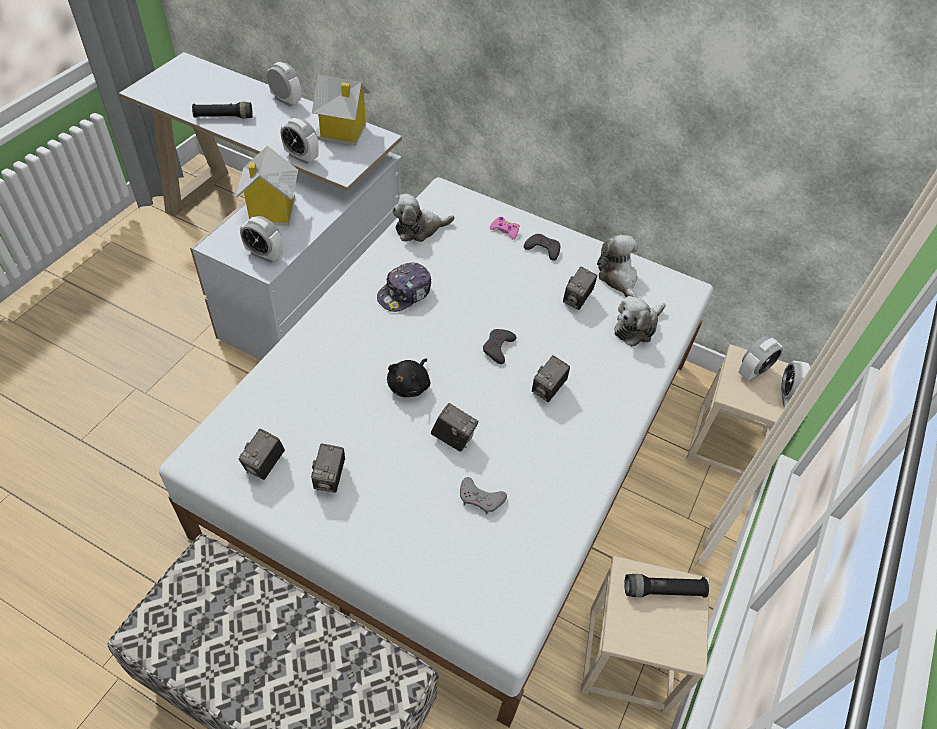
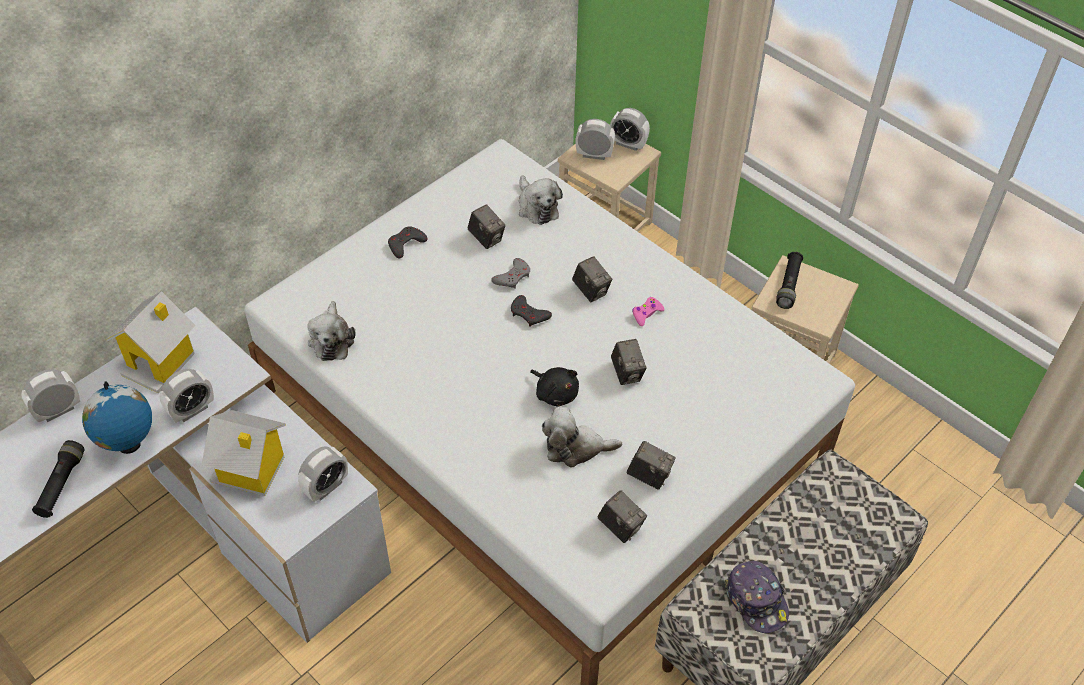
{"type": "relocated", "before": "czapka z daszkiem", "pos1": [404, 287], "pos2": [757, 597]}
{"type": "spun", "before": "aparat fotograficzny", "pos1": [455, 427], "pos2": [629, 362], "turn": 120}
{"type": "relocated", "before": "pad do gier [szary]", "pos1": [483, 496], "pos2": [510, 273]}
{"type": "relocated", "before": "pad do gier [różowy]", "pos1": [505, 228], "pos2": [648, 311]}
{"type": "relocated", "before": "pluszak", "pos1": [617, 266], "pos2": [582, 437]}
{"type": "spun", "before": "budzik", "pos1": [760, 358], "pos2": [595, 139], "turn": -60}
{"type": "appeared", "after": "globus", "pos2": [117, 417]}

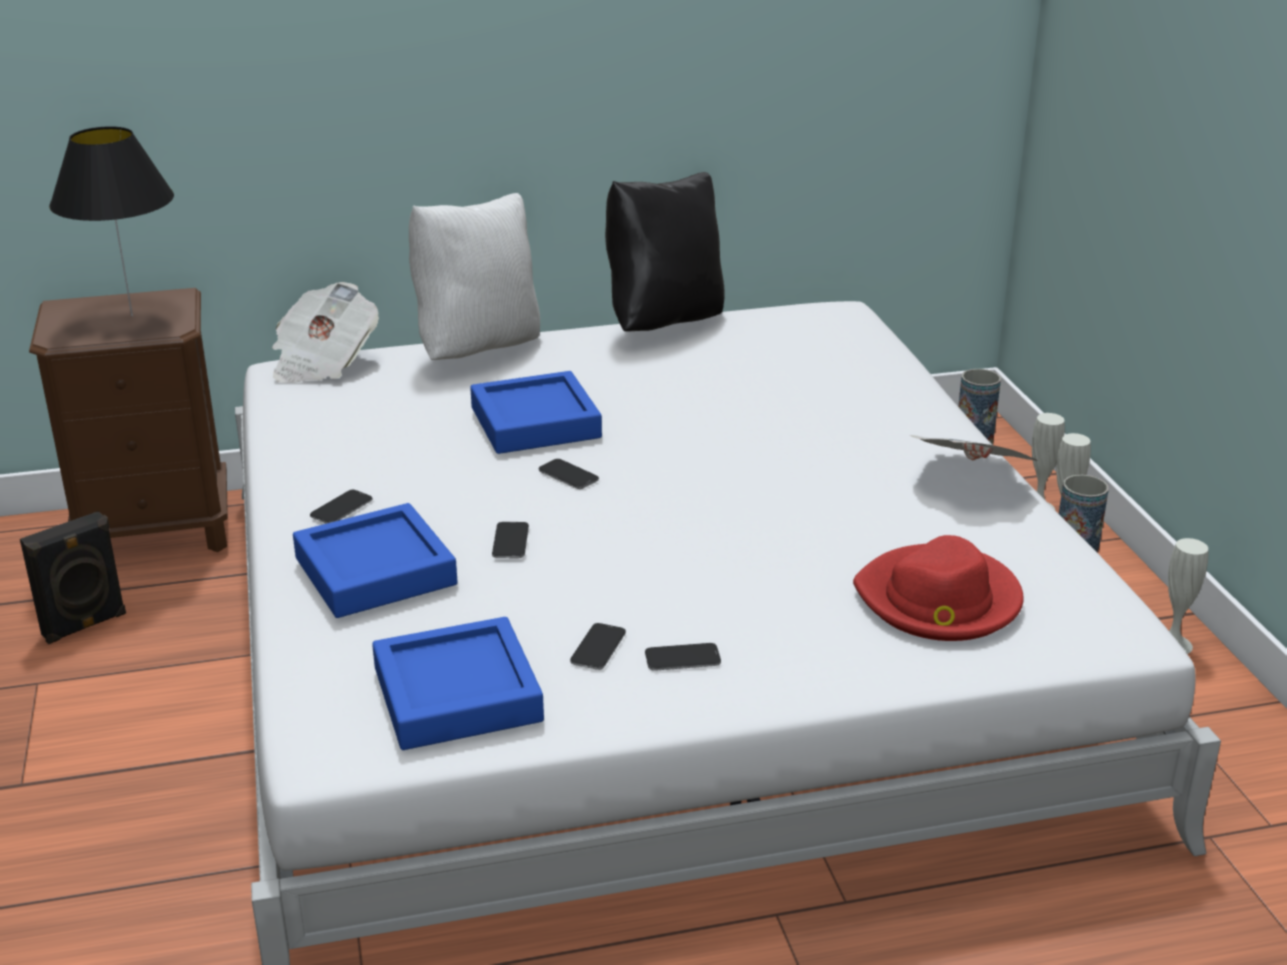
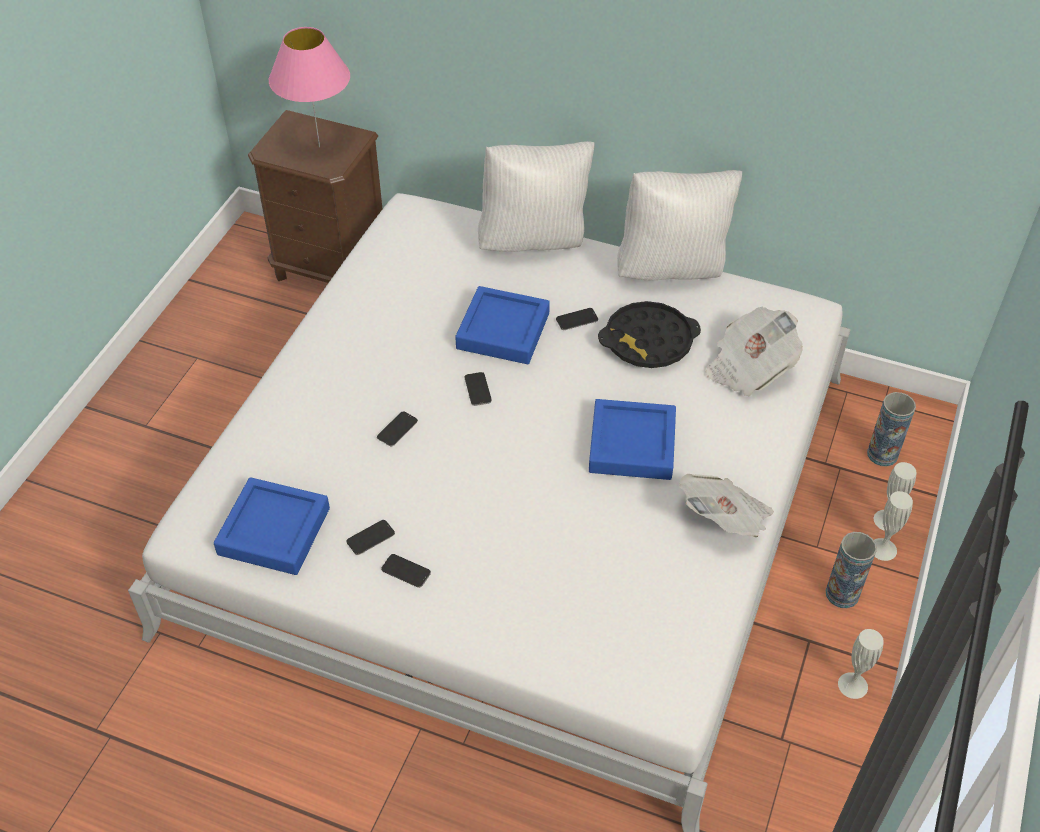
{"type": "missing", "before": "głośnik [czarny]", "pos1": [73, 577]}
{"type": "colour", "before": "lampa stołowa [czarny]", "after": "lampa stołowa [różowy]", "pos1": [111, 221], "pos2": [309, 87]}
{"type": "relocated", "before": "gazeta", "pos1": [325, 332], "pos2": [754, 351]}
{"type": "relocated", "before": "taca [niebieski]", "pos1": [375, 560], "pos2": [632, 439]}
{"type": "relocated", "before": "telefon", "pos1": [341, 507], "pos2": [577, 319]}
{"type": "colour", "before": "poduszka [czarny]", "after": "poduszka [biały]", "pos1": [665, 252], "pos2": [679, 225]}
{"type": "missing", "before": "kapelusz [czerwony]", "pos1": [938, 588]}
{"type": "appeared", "after": "taca [czarny]", "pos2": [649, 334]}

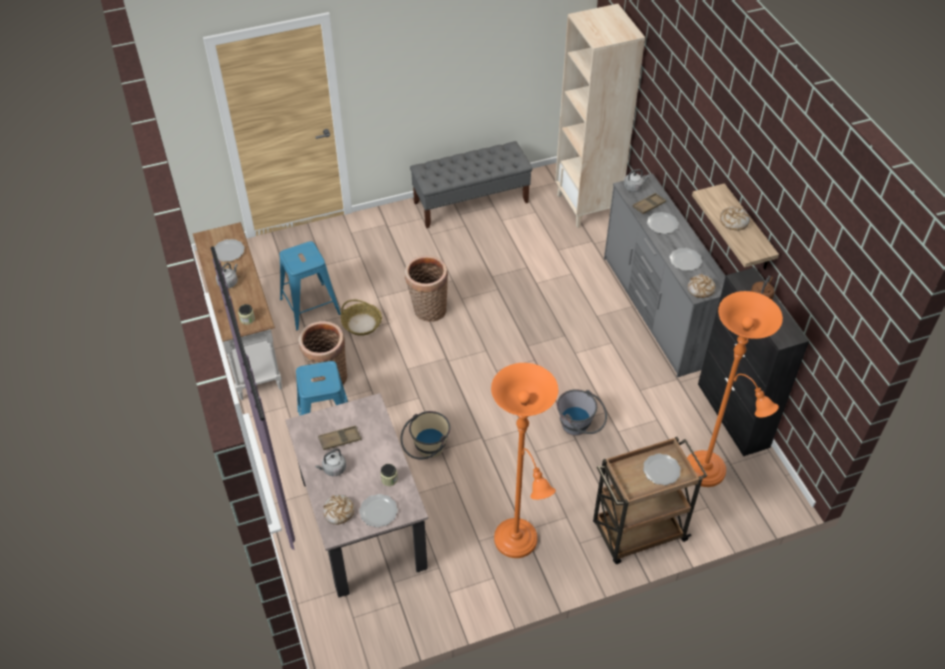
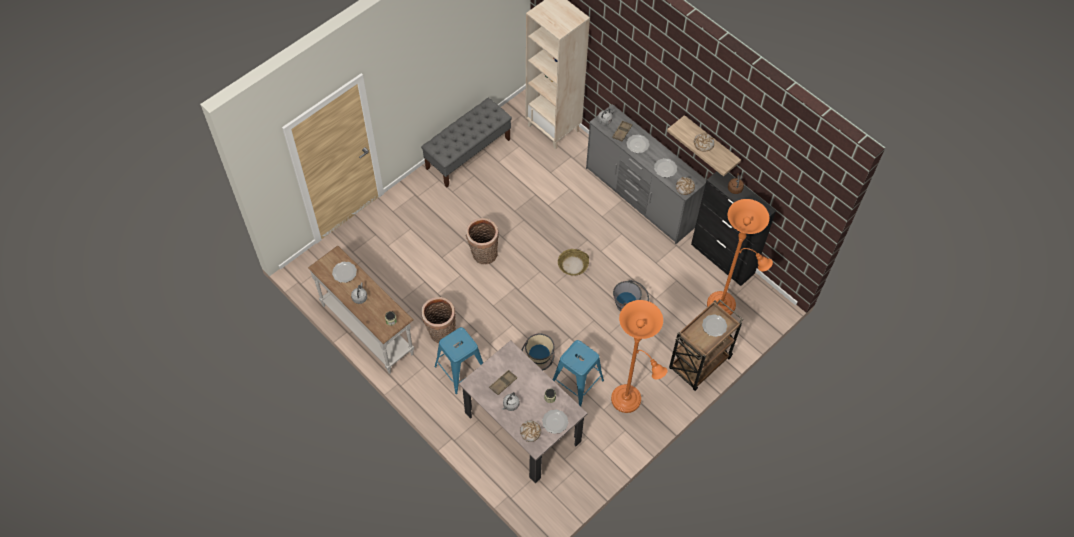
{"type": "relocated", "before": "stołek [niebieski]", "pos1": [310, 285], "pos2": [578, 373]}
{"type": "relocated", "before": "koszyk", "pos1": [361, 318], "pos2": [573, 262]}

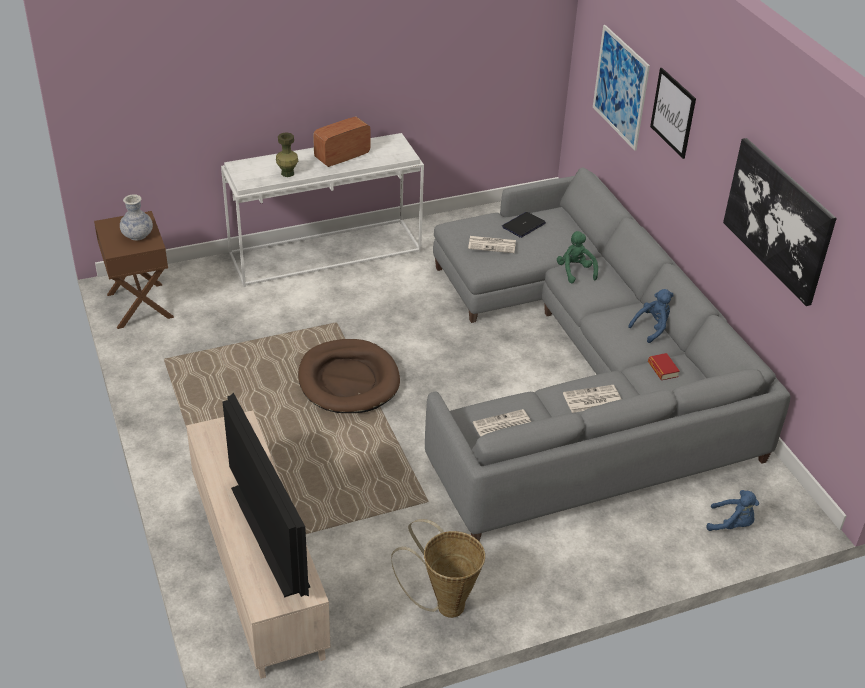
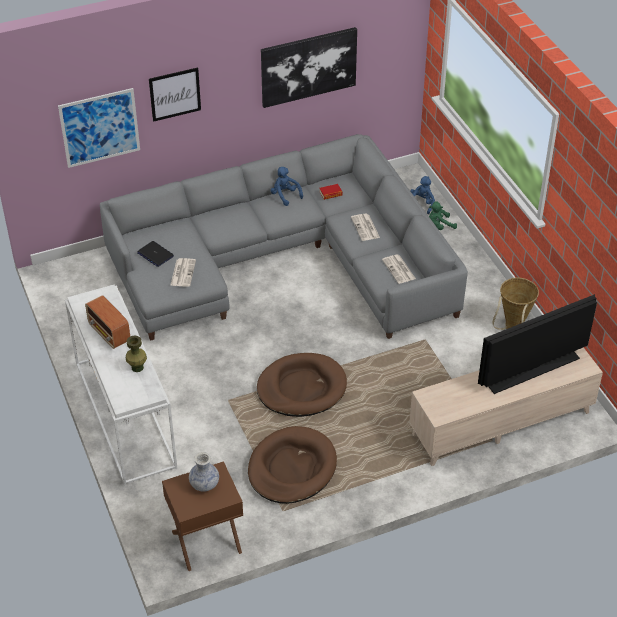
{"type": "relocated", "before": "pluszak [zielony]", "pos1": [577, 257], "pos2": [443, 216]}
{"type": "appeared", "after": "legowisko [brązowy]", "pos2": [292, 465]}

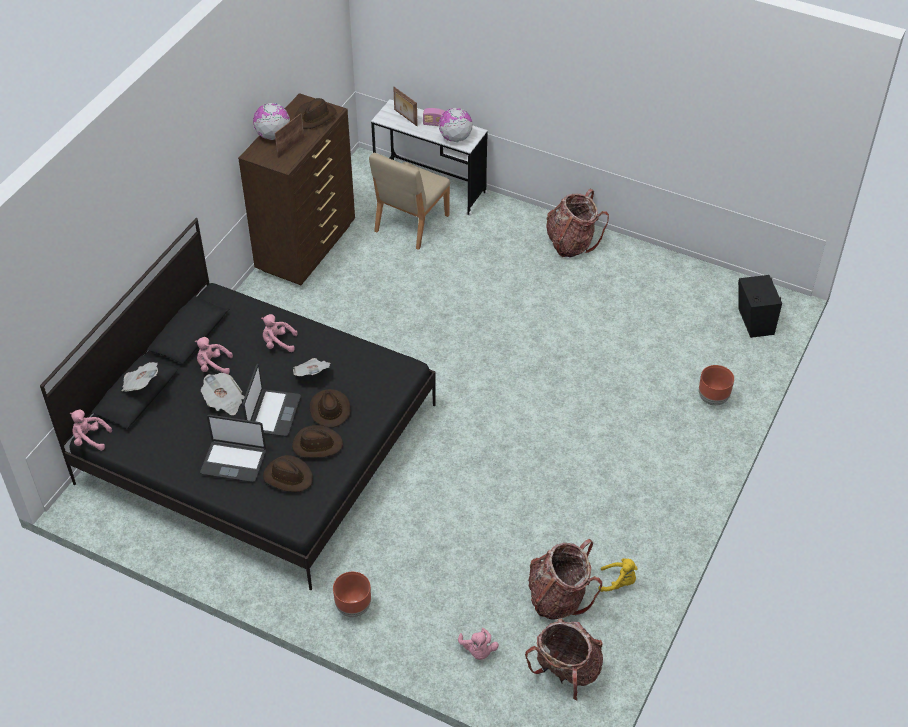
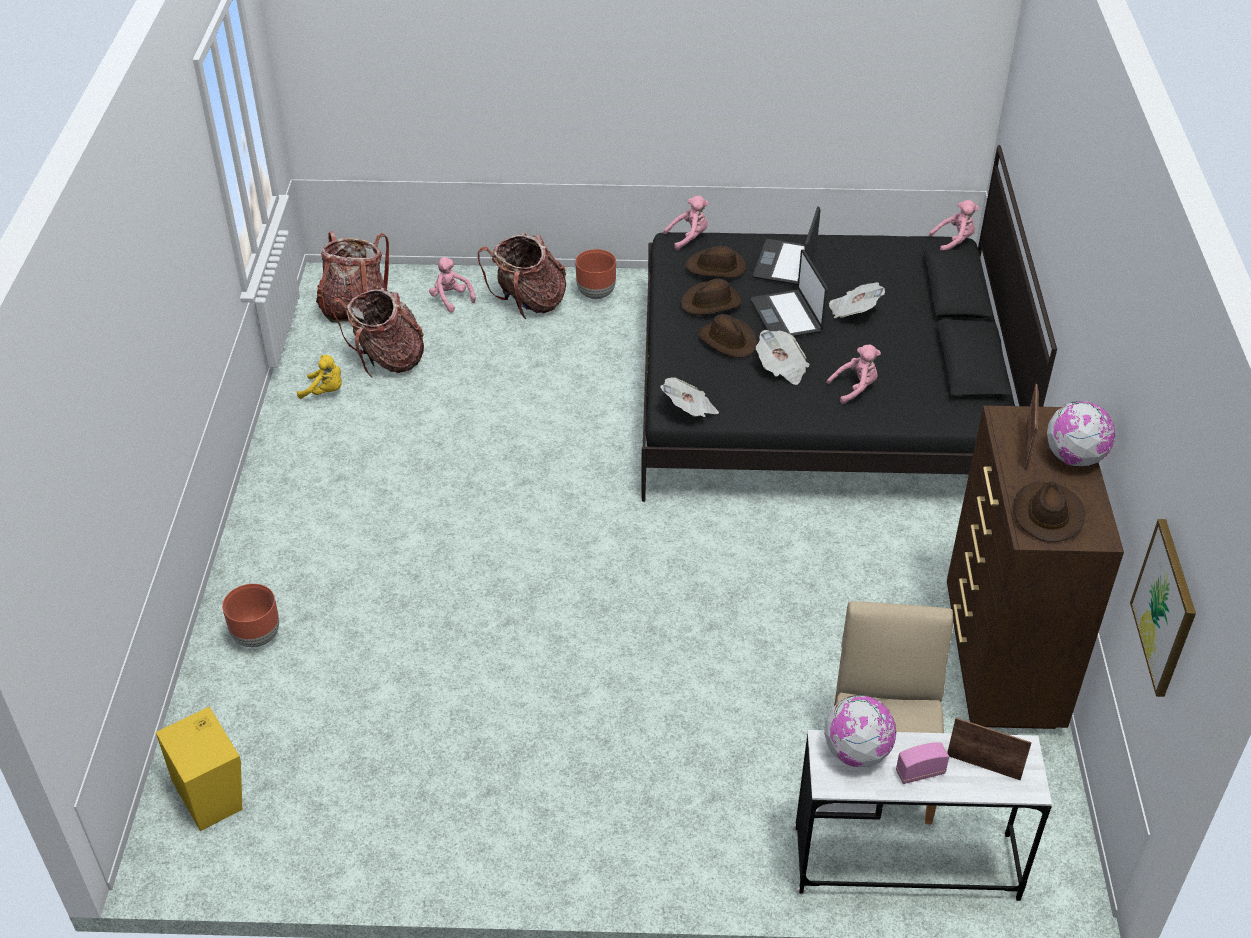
{"type": "relocated", "before": "gazeta", "pos1": [140, 377], "pos2": [689, 397]}
{"type": "relocated", "before": "pluszak [różowy]", "pos1": [214, 355], "pos2": [686, 223]}
{"type": "spun", "before": "laptop", "pos1": [233, 448], "pos2": [787, 246], "turn": -60}
{"type": "relocated", "before": "plecak", "pos1": [577, 223], "pos2": [522, 276]}
{"type": "spun", "before": "pluszak [żółty]", "pos1": [618, 575], "pos2": [319, 377], "turn": -150}
{"type": "colour", "before": "głośnik [czarny]", "after": "głośnik [żółty]", "pos1": [760, 306], "pos2": [199, 769]}
{"type": "appeared", "after": "obraz", "pos2": [1163, 608]}

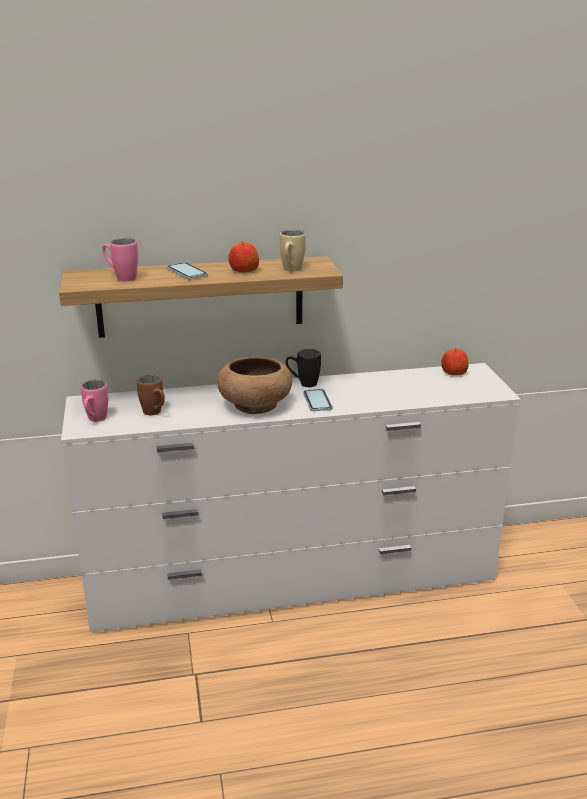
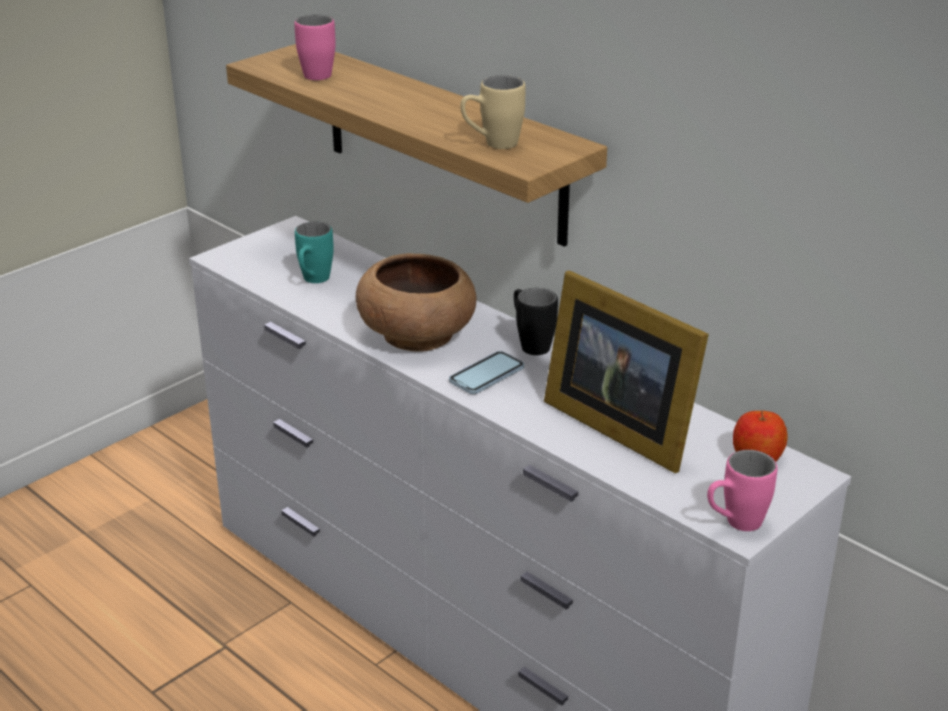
{"type": "relocated", "before": "kubek [różowy]", "pos1": [94, 401], "pos2": [742, 490]}
{"type": "colour", "before": "kubek [brązowy]", "after": "kubek [turkusowy]", "pos1": [151, 394], "pos2": [314, 252]}
{"type": "missing", "before": "telefon", "pos1": [187, 271]}
{"type": "missing", "before": "jabłko", "pos1": [243, 257]}
{"type": "appeared", "after": "ramka na zdjęcie", "pos2": [626, 371]}

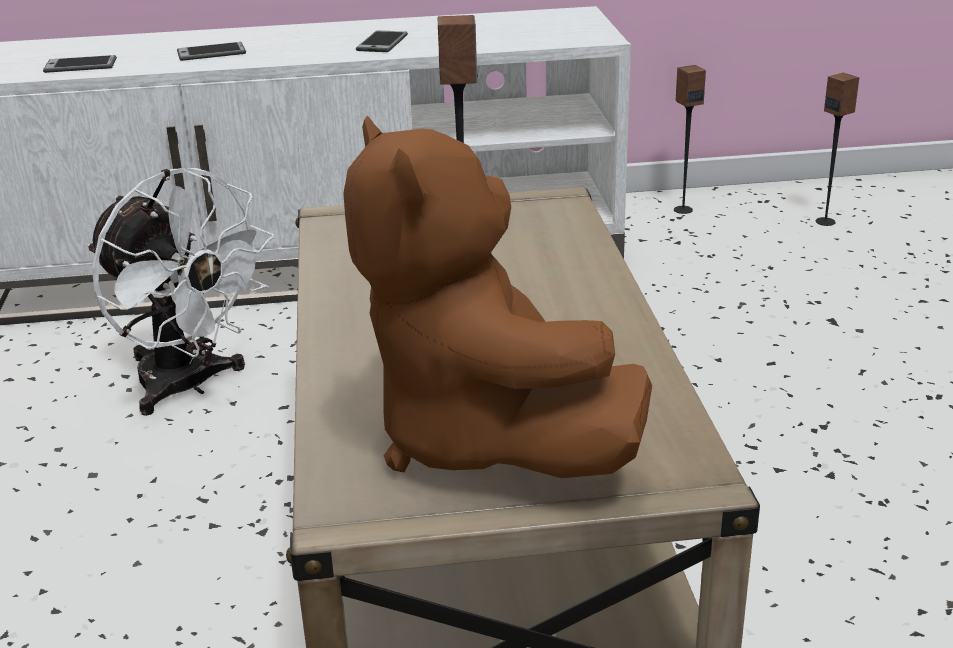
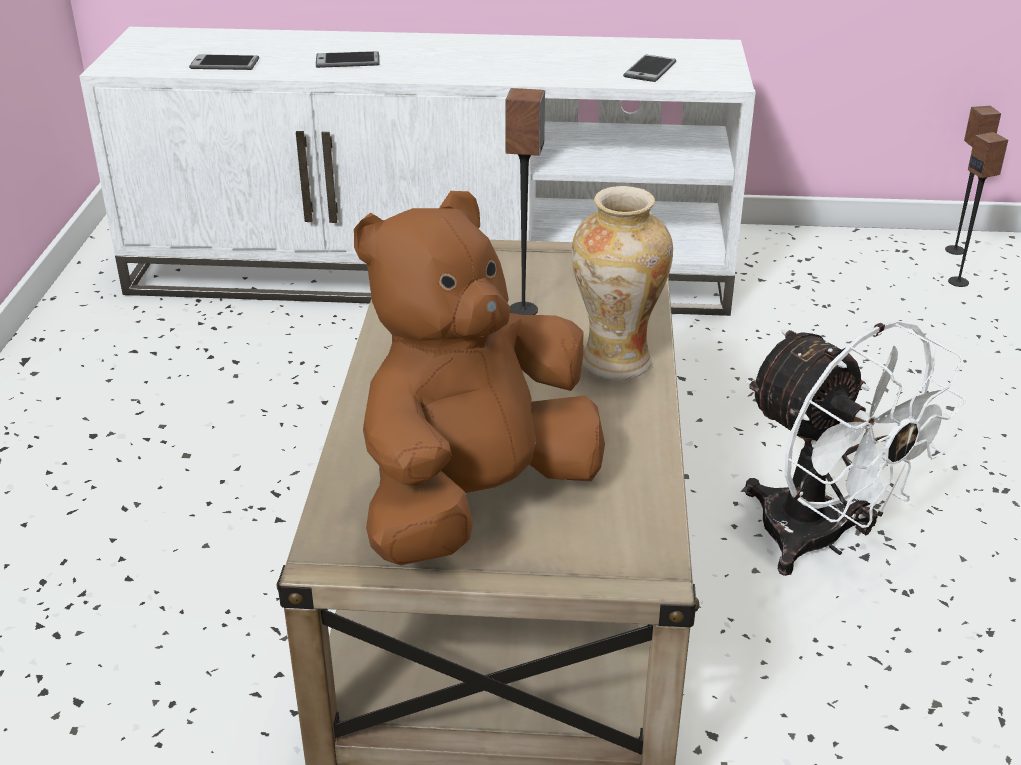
{"type": "relocated", "before": "wentylator [biały]", "pos1": [180, 292], "pos2": [855, 448]}
{"type": "spun", "before": "pluszak [brązowy]", "pos1": [497, 297], "pos2": [479, 378], "turn": 60}
{"type": "relocated", "before": "telefon", "pos1": [382, 41], "pos2": [649, 68]}
{"type": "relocated", "before": "głośnik", "pos1": [690, 139], "pos2": [973, 180]}
{"type": "appeared", "after": "wazon", "pos2": [622, 283]}

